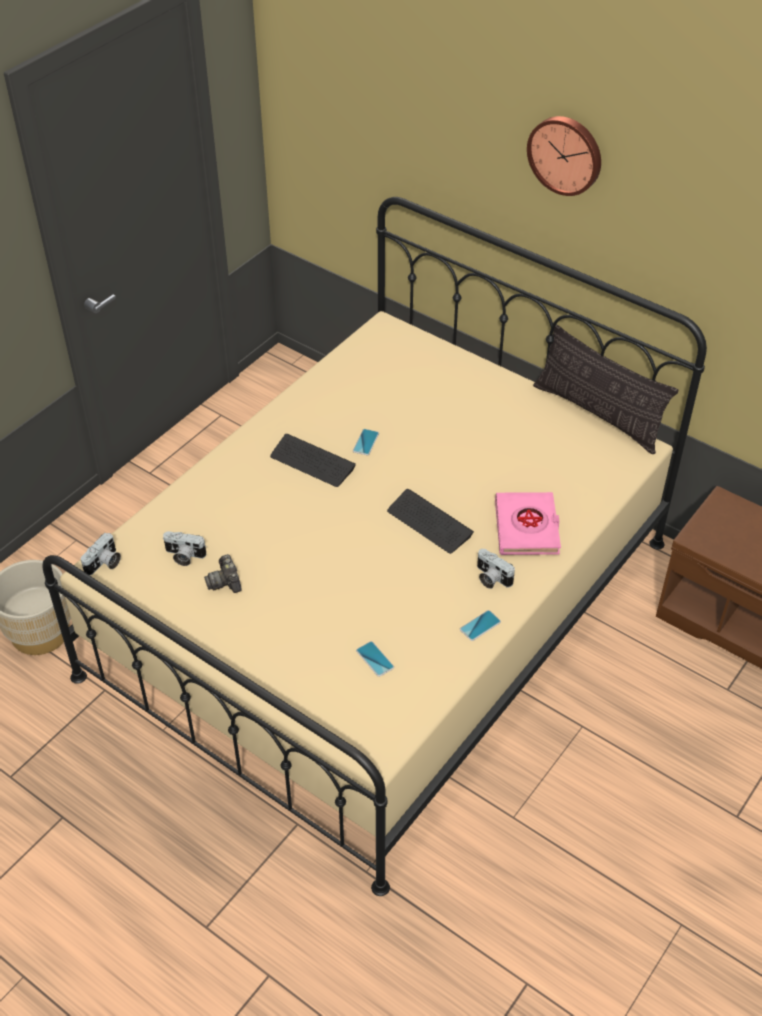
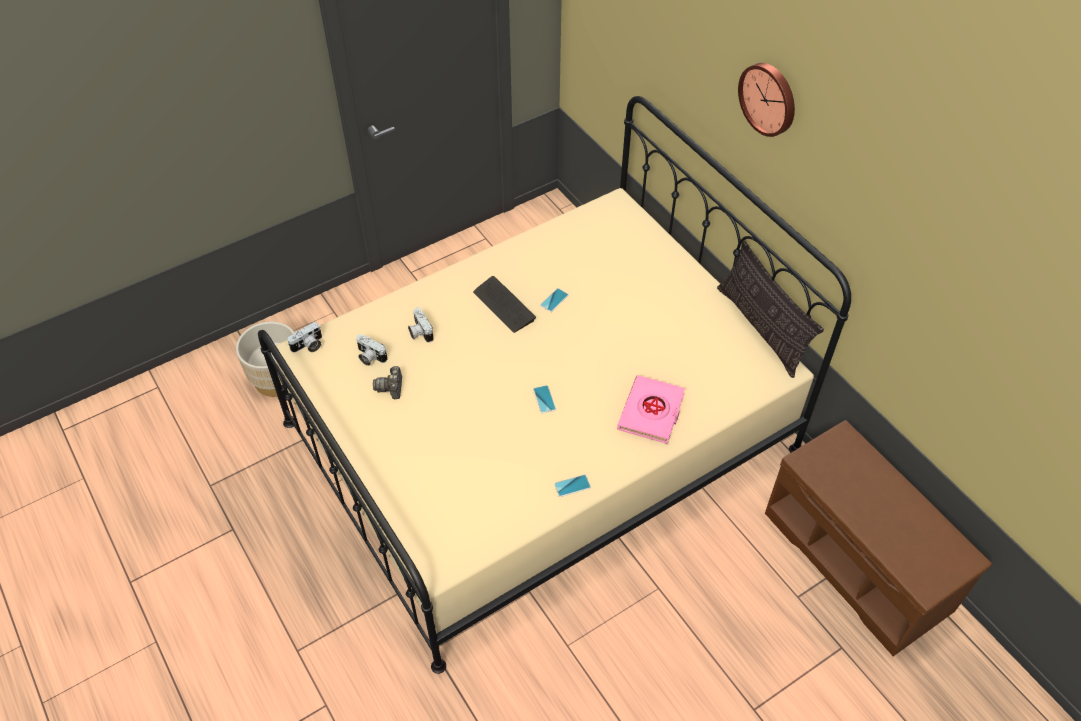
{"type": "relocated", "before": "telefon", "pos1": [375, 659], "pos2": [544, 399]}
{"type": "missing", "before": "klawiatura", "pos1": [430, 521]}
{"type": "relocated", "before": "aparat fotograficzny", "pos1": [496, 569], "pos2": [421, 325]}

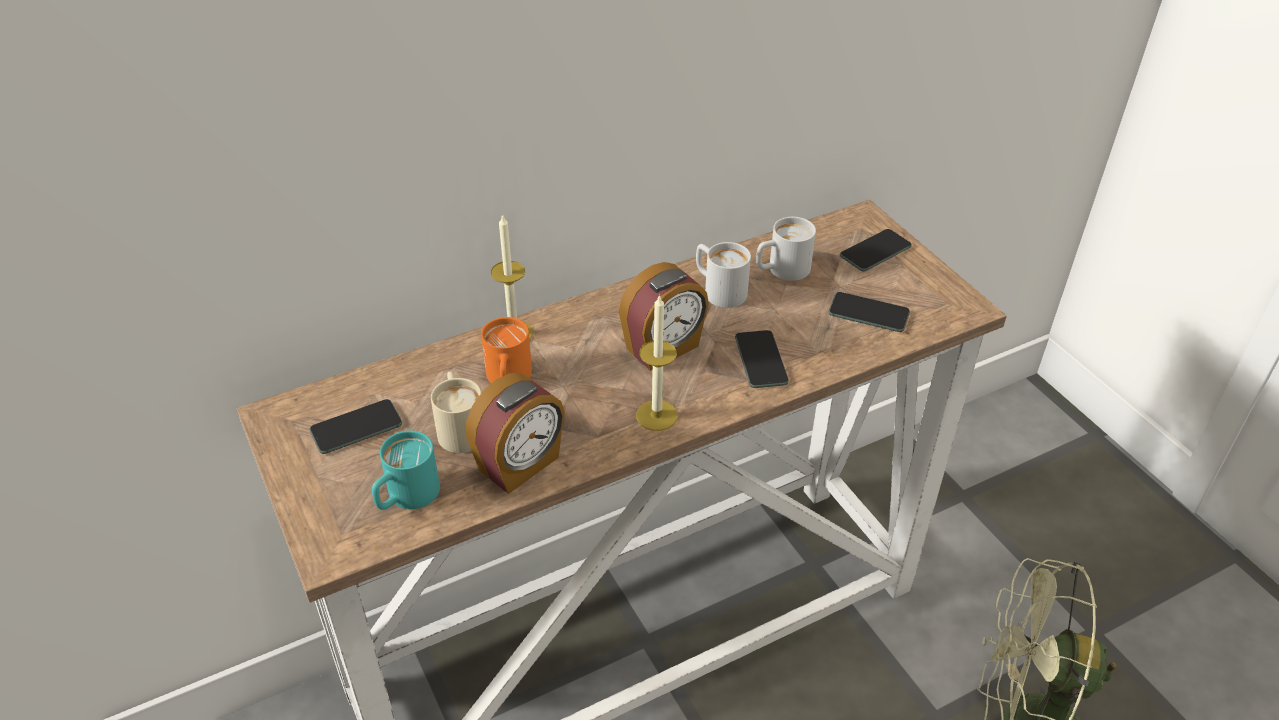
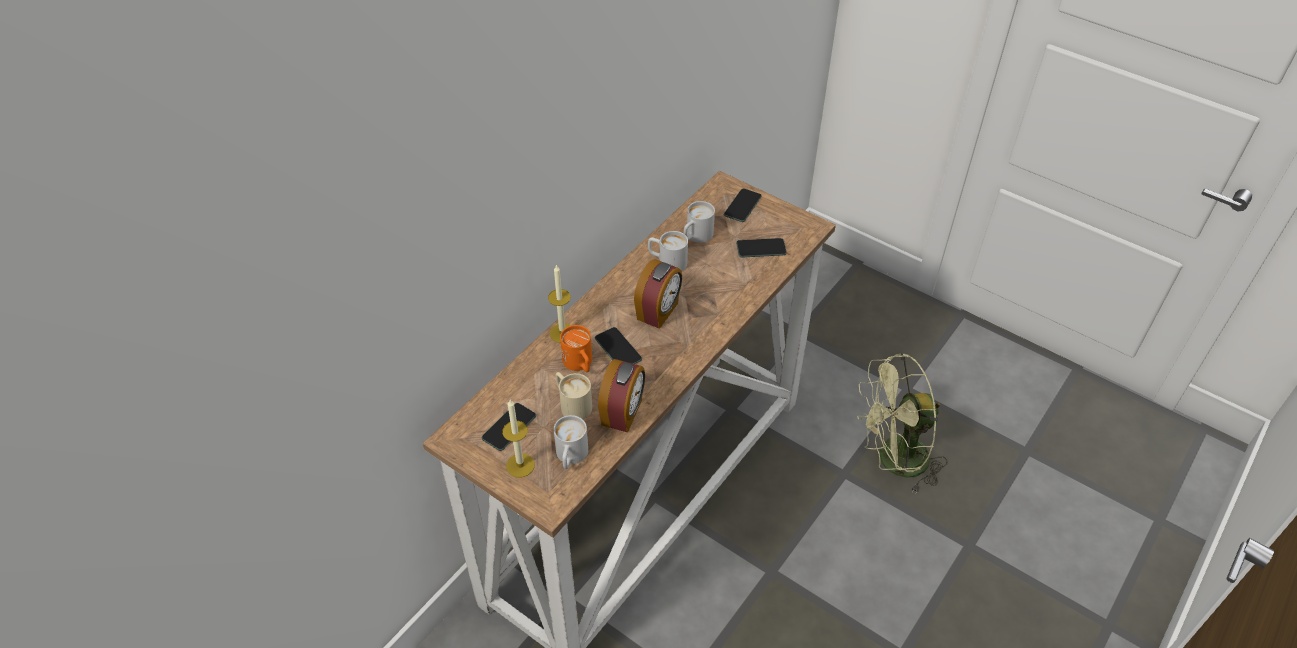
{"type": "colour", "before": "kubek [turkusowy]", "after": "kubek [biały]", "pos1": [406, 470], "pos2": [571, 442]}
{"type": "relocated", "before": "świeca", "pos1": [656, 362], "pos2": [518, 438]}
{"type": "relocated", "before": "telefon", "pos1": [762, 359], "pos2": [618, 345]}

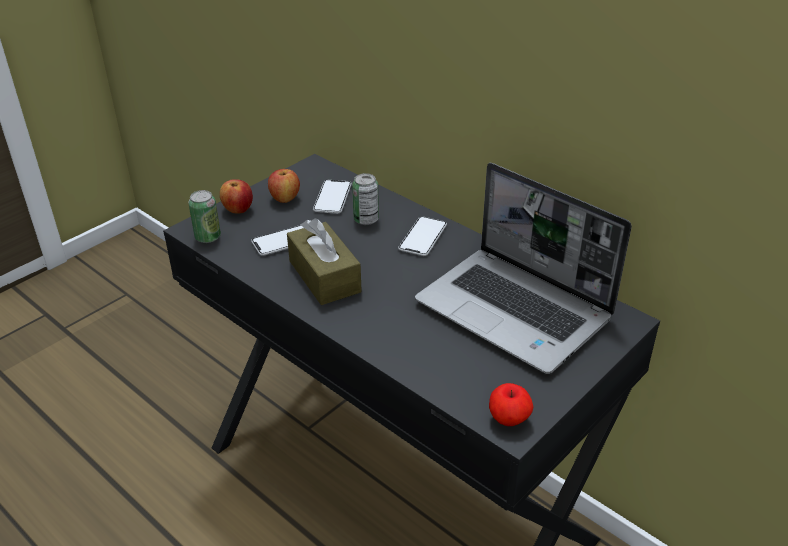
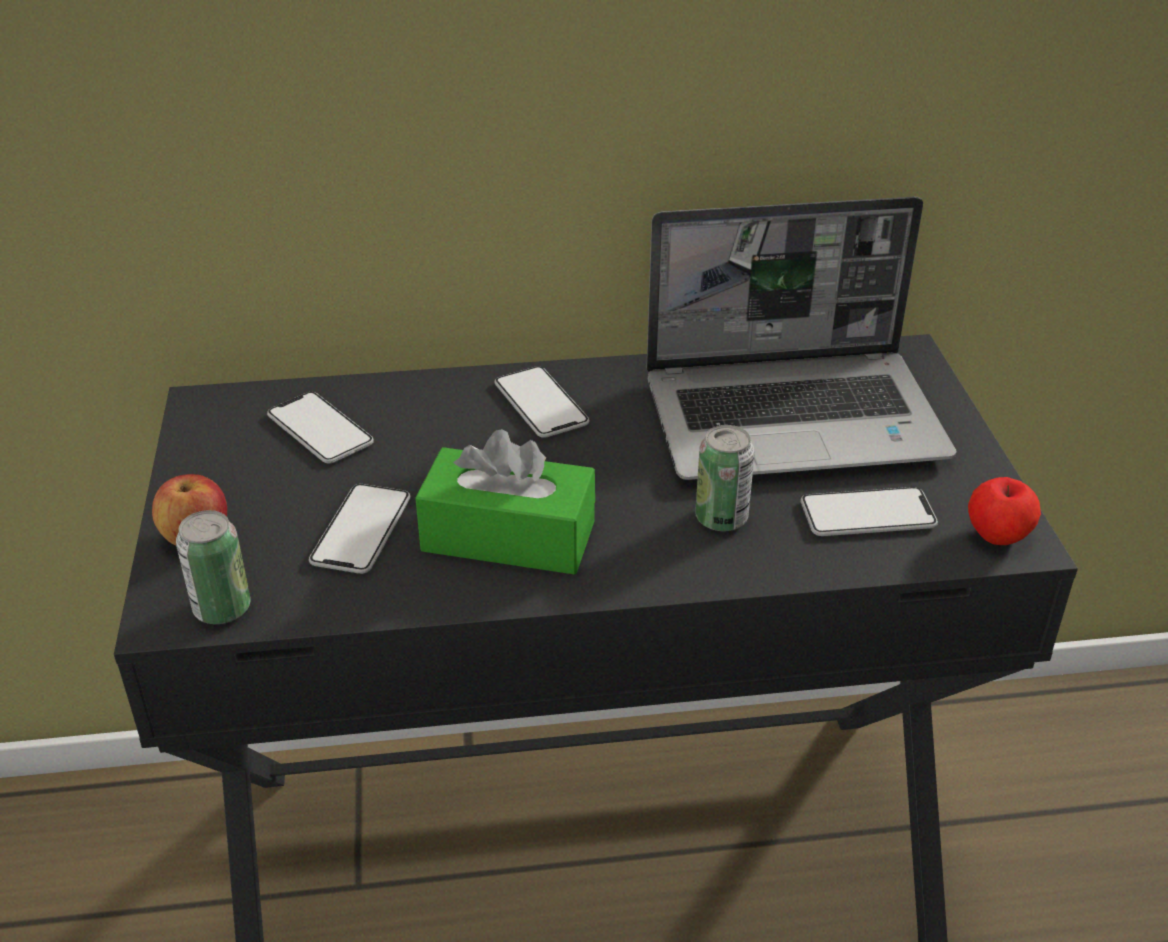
{"type": "missing", "before": "jabłko", "pos1": [284, 186]}
{"type": "colour", "before": "pudełko chusteczek [brązowy]", "after": "pudełko chusteczek [zielony]", "pos1": [324, 261], "pos2": [505, 502]}
{"type": "relocated", "before": "puszka", "pos1": [365, 199], "pos2": [725, 478]}
{"type": "appeared", "after": "telefon", "pos2": [869, 511]}

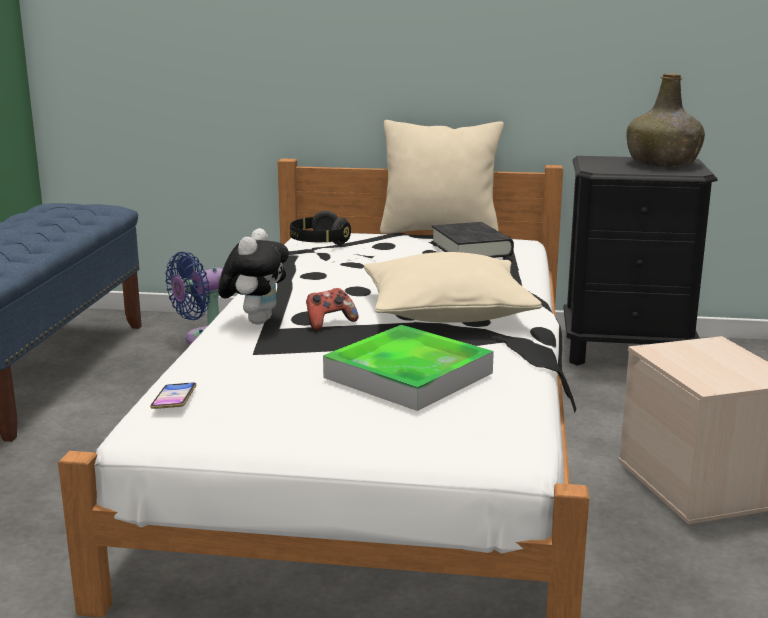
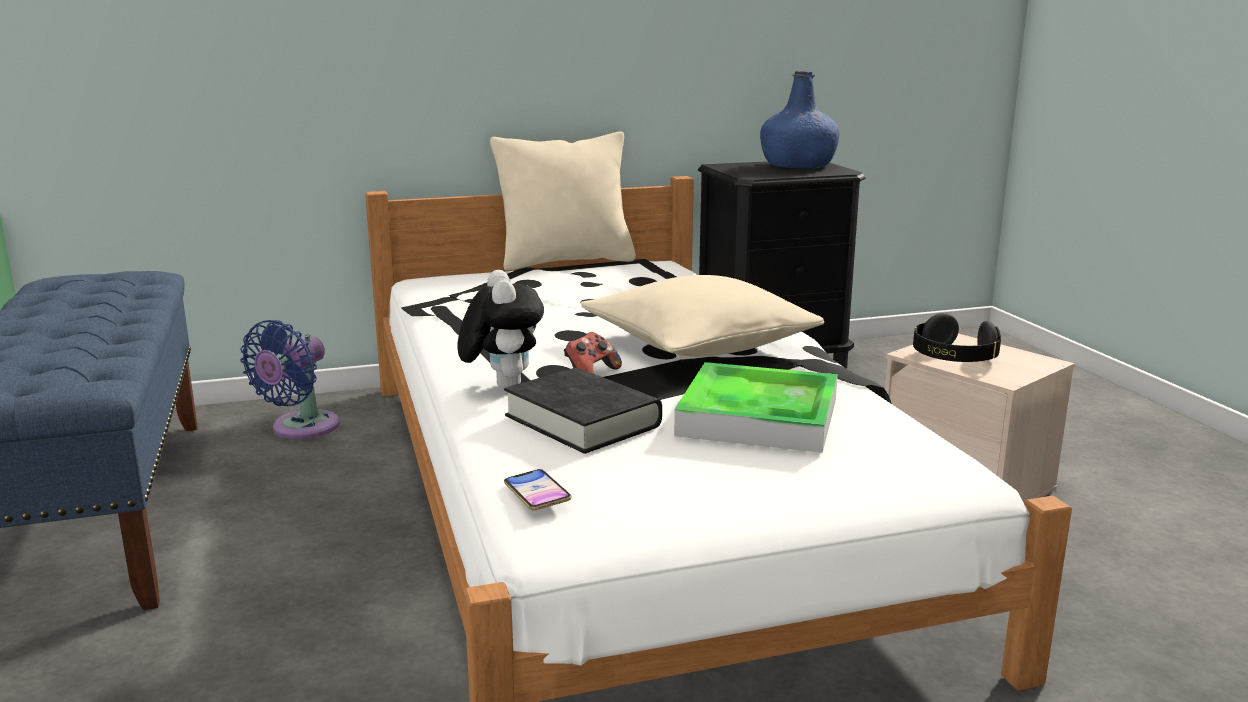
{"type": "relocated", "before": "słuchawki [czarny]", "pos1": [320, 228], "pos2": [957, 337]}
{"type": "relocated", "before": "książka [czarny]", "pos1": [472, 240], "pos2": [583, 410]}
{"type": "colour", "before": "butelka [zielony]", "after": "butelka [niebieski]", "pos1": [666, 120], "pos2": [799, 120]}

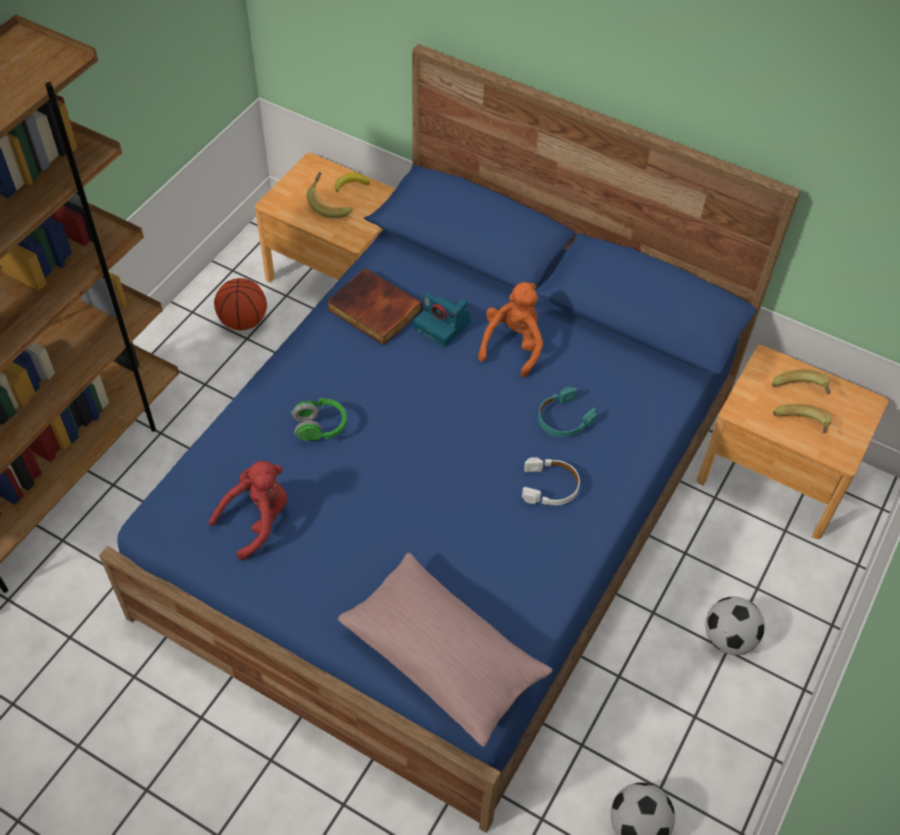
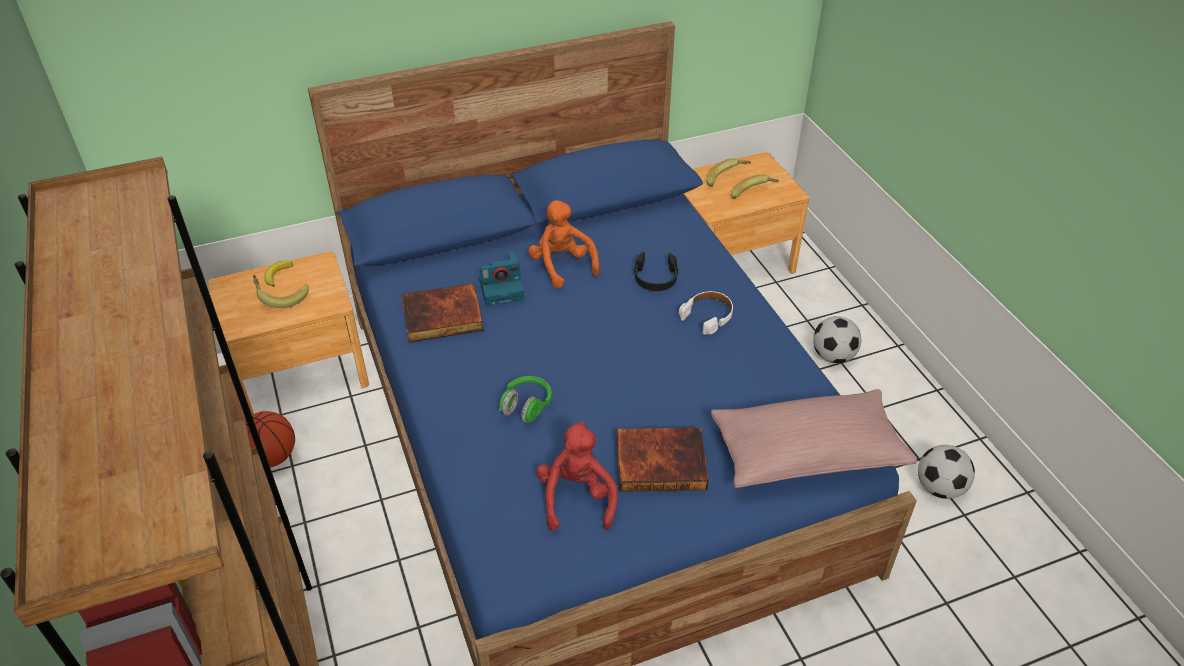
{"type": "colour", "before": "słuchawki [turkusowy]", "after": "słuchawki [czarny]", "pos1": [567, 412], "pos2": [656, 271]}
{"type": "appeared", "after": "książka", "pos2": [663, 459]}

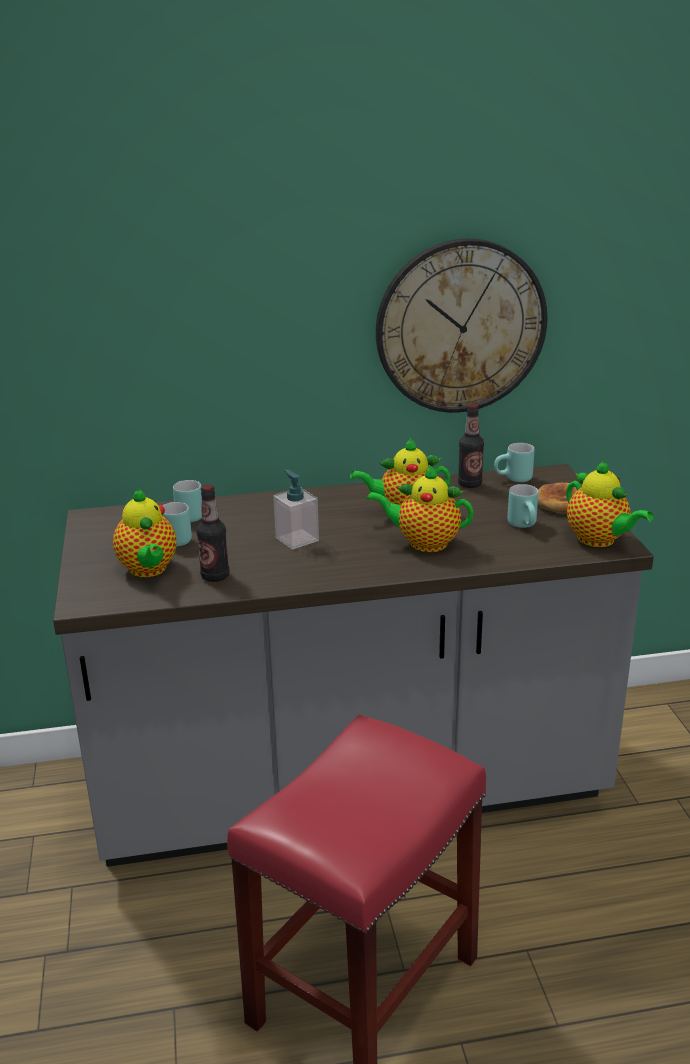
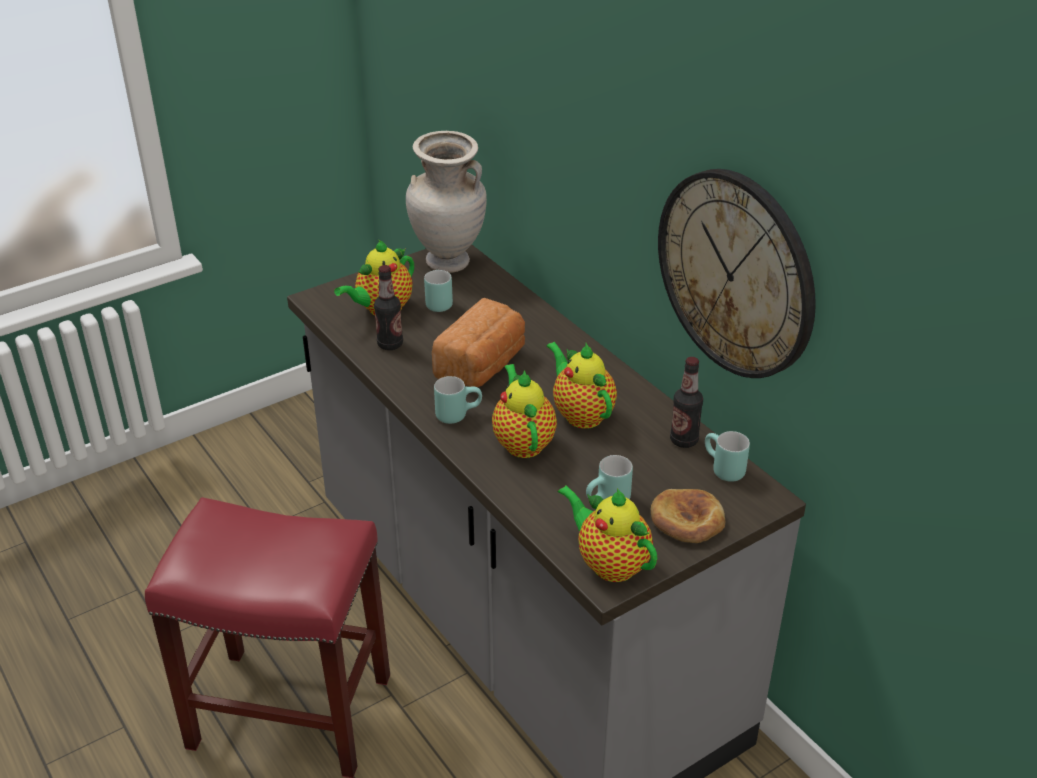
{"type": "relocated", "before": "kubek [turkusowy]", "pos1": [187, 501], "pos2": [458, 400]}
{"type": "exchanged", "before": "dozownik mydła", "after": "chleb", "pos1": [296, 510], "pos2": [478, 342]}
{"type": "spun", "before": "imbryk", "pos1": [610, 503], "pos2": [607, 533], "turn": 105}
{"type": "appeared", "after": "wazon [beżowy]", "pos2": [446, 202]}

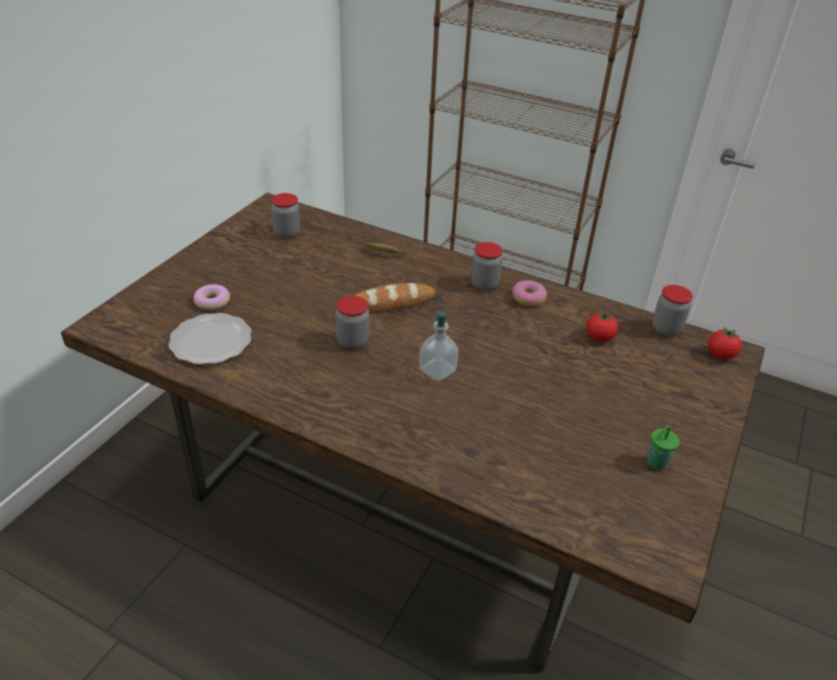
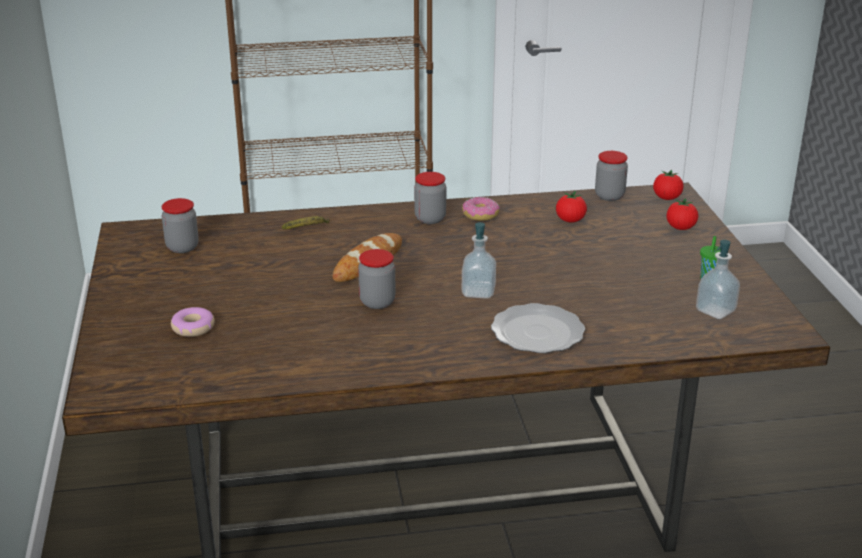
{"type": "relocated", "before": "talerz", "pos1": [210, 339], "pos2": [538, 328]}
{"type": "appeared", "after": "pomidor", "pos2": [682, 214]}
{"type": "appeared", "after": "dozownik mydła", "pos2": [718, 279]}

